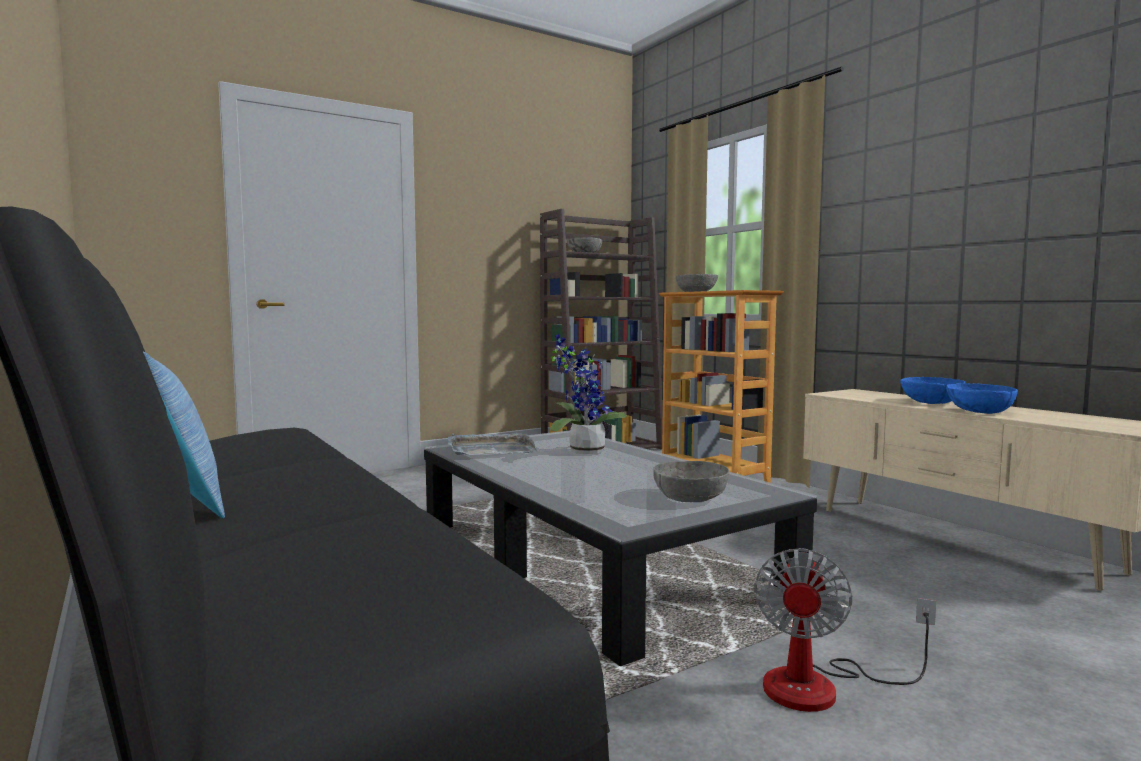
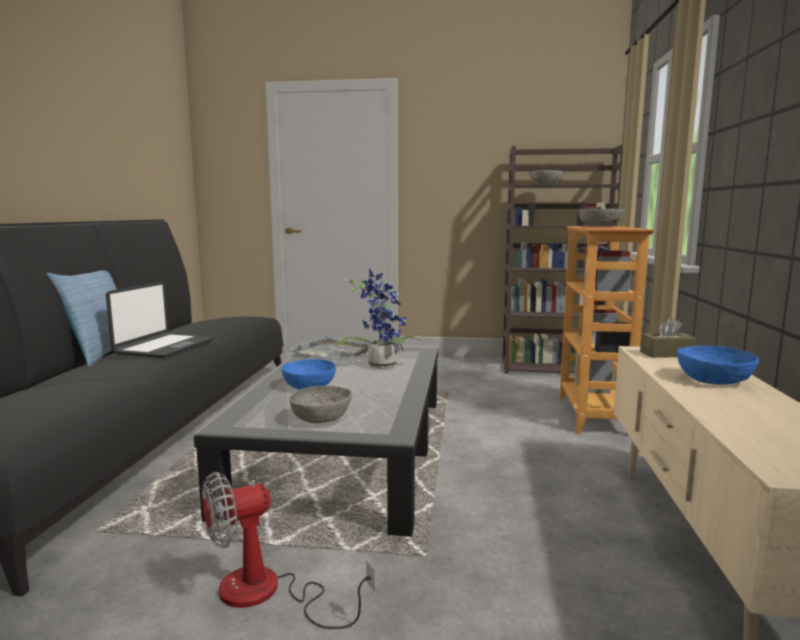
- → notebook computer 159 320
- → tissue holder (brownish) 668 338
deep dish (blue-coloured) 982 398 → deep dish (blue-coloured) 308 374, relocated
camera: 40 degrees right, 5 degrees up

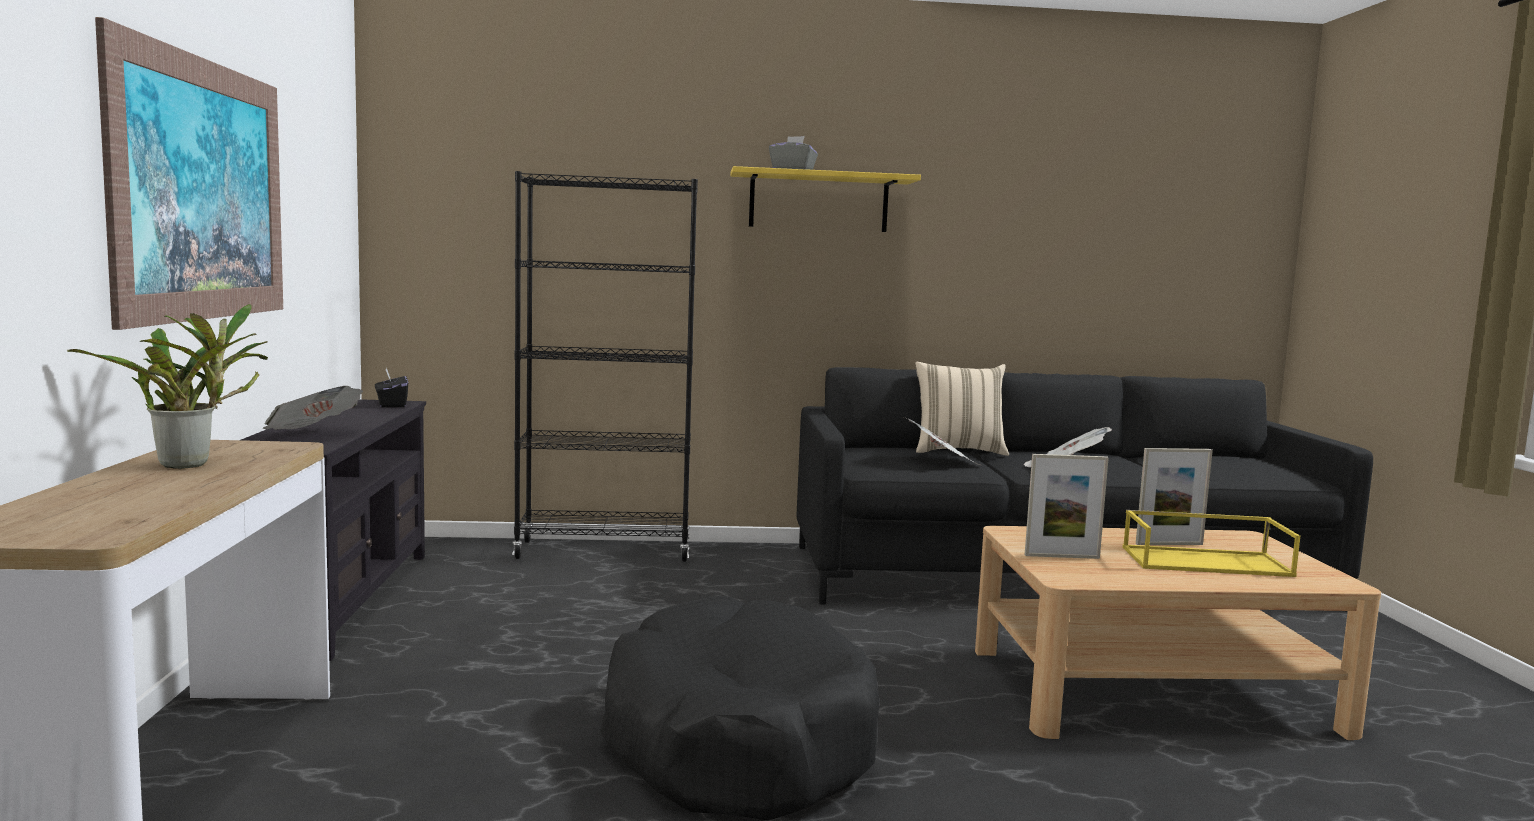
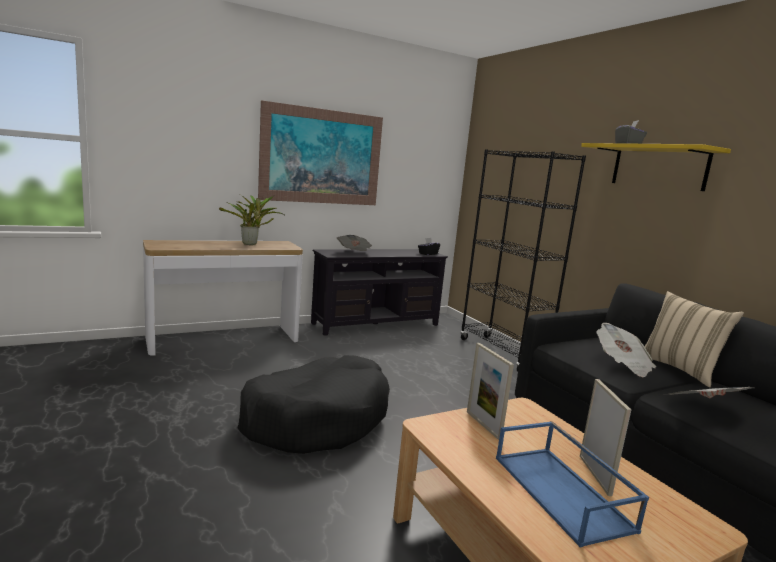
tray (yellow-coloured) 1211 543 → tray (blue-coloured) 572 484
picture frame 1174 496 → picture frame 605 437, 150 degrees counterclockwise
camera: 65 degrees right, 5 degrees up

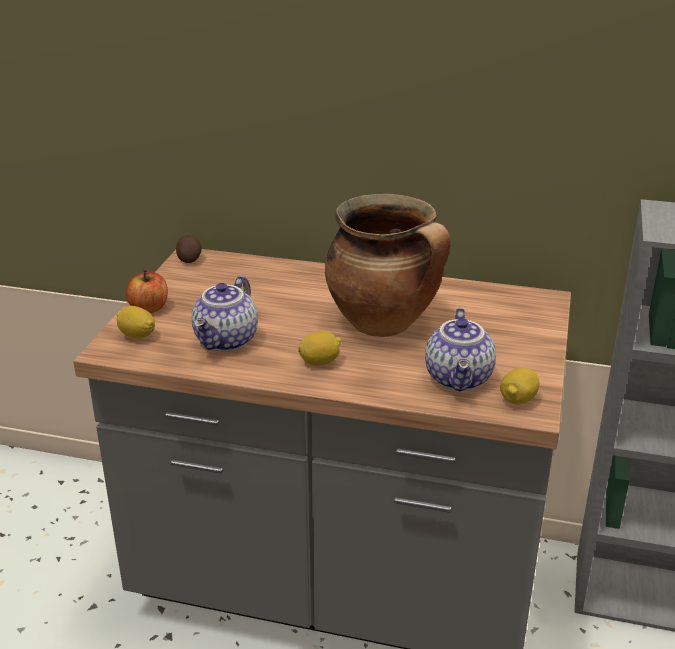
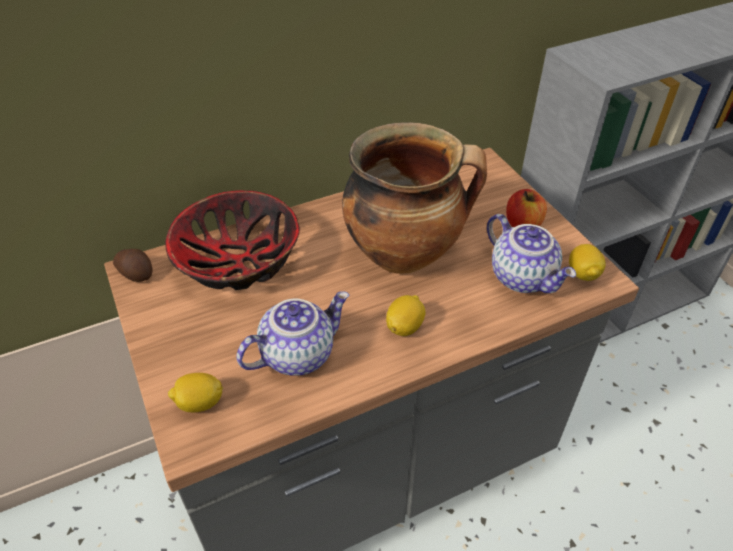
- → deep dish 232 240
apple fruit 147 291 → apple fruit 526 208, relocated
tea pot 225 314 → tea pot 292 333, 105 degrees counterclockwise
camera: 40 degrees left, 15 degrees up

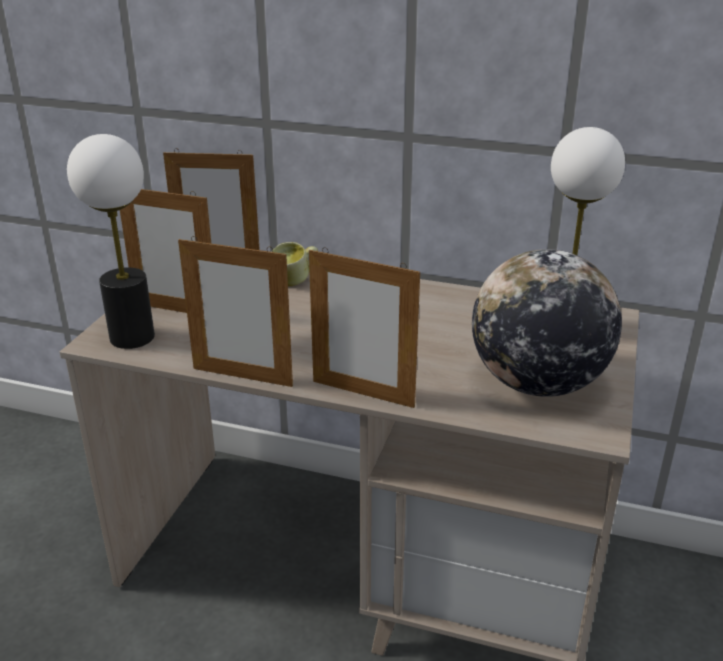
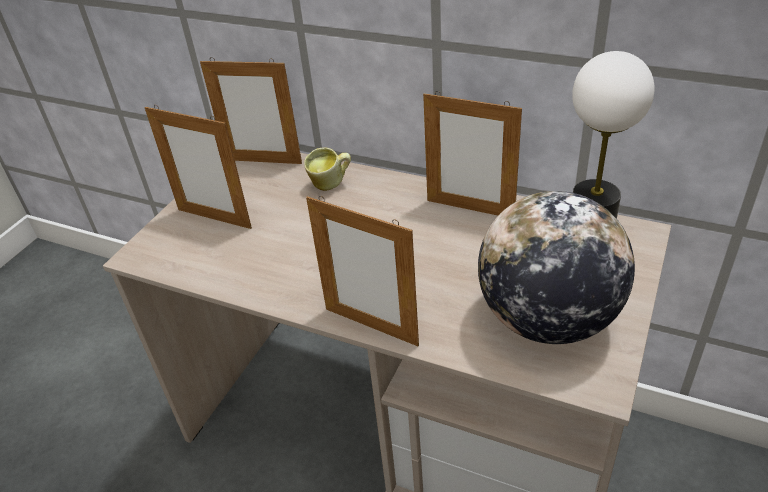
tabletop lamp 111 241 → -
picture frame 235 311 → picture frame 472 153, relocated
camera: 10 degrees right, 10 degrees up

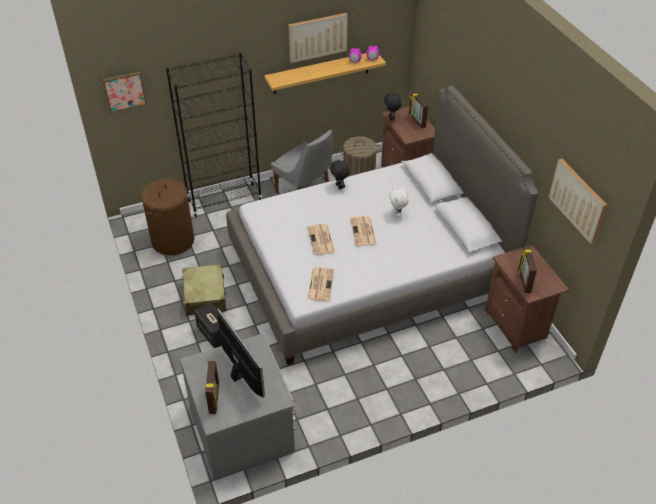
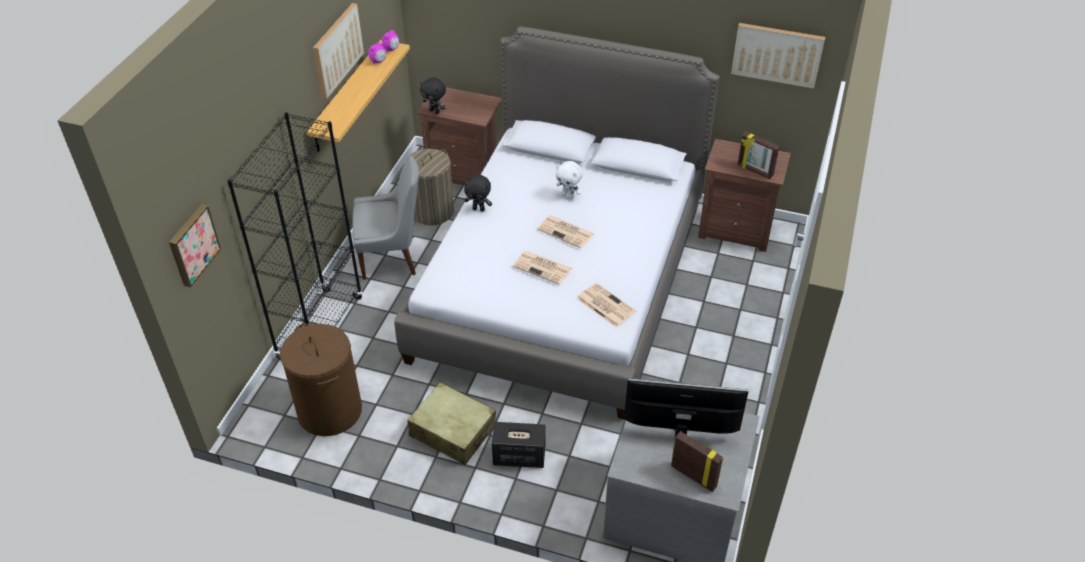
picture frame 418 110 → -
camera: 50 degrees left, 0 degrees up

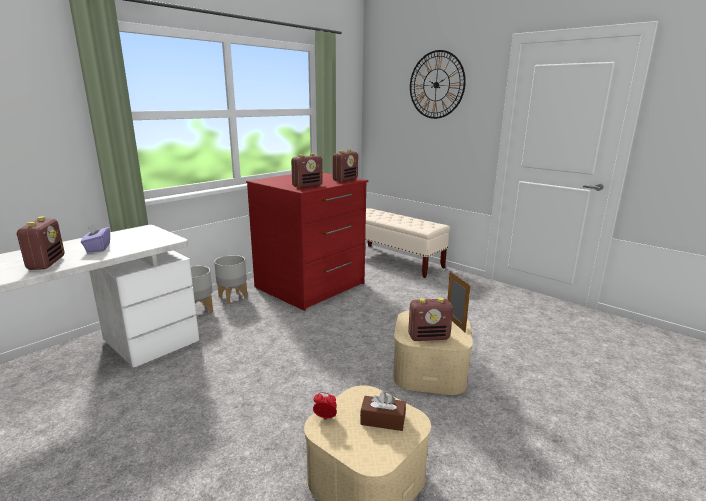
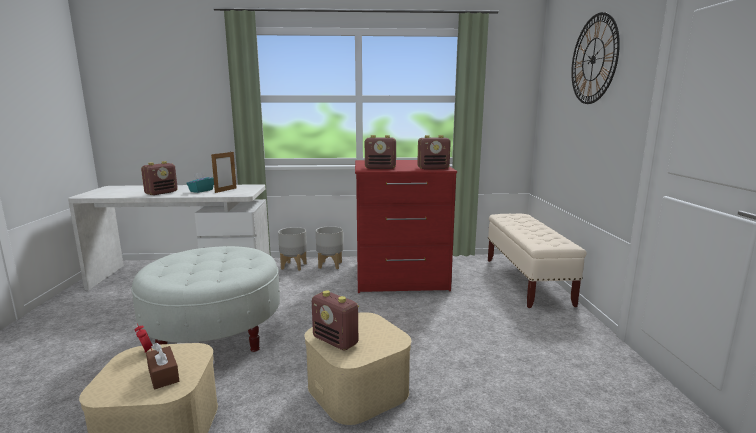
- → footrest (white-coloured) 205 299
picture frame 459 302 → picture frame 224 172, relocated
tissue holder (purple) 95 237 → tissue holder (turquoise-coloured) 200 182
camera: 45 degrees right, 5 degrees down

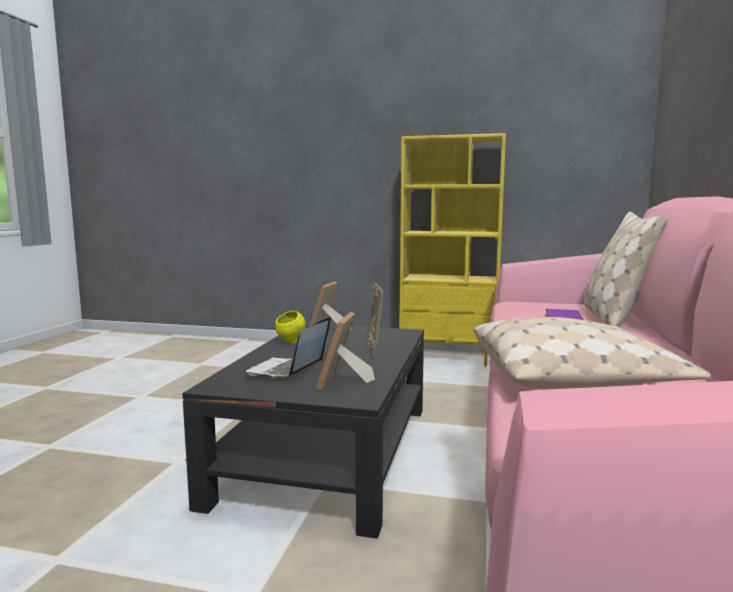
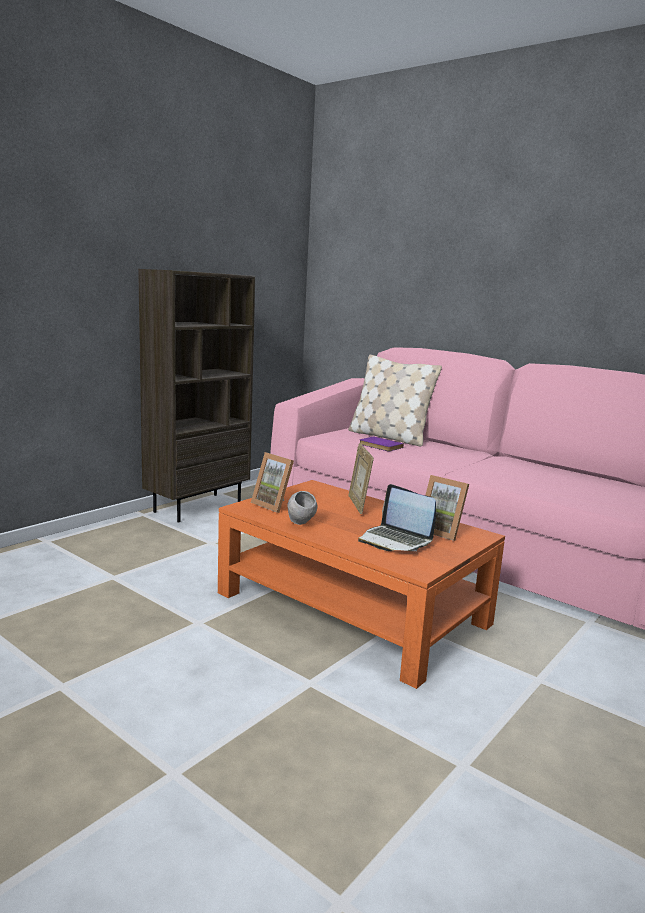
throw pillow (beige) 592 353 → -
low table (black) 303 431 → low table (orange-coloured) 361 584
deep dish (yellow-coloured) 290 327 → deep dish (gray) 302 508
bookshelf (yellow-coloured) 452 250 → bookshelf (brownish) 197 395
picture frame 375 320 → picture frame 361 478, 60 degrees clockwise
camera: 65 degrees left, 5 degrees up

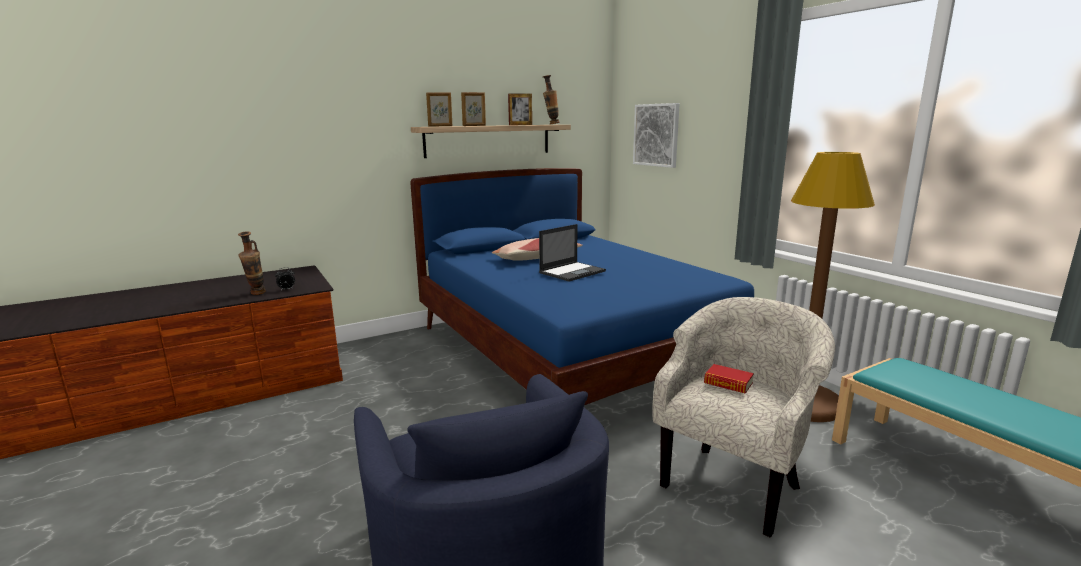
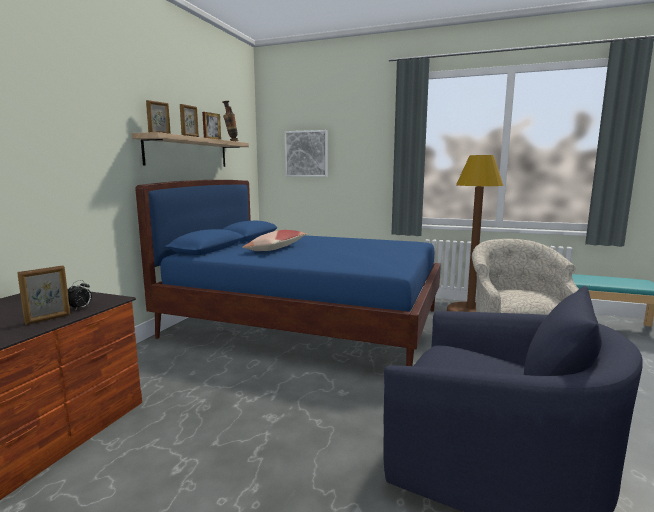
notebook computer 572 253 → -
book 729 379 → -
flower vase 252 263 → picture frame 43 295
camera: 40 degrees left, 5 degrees down

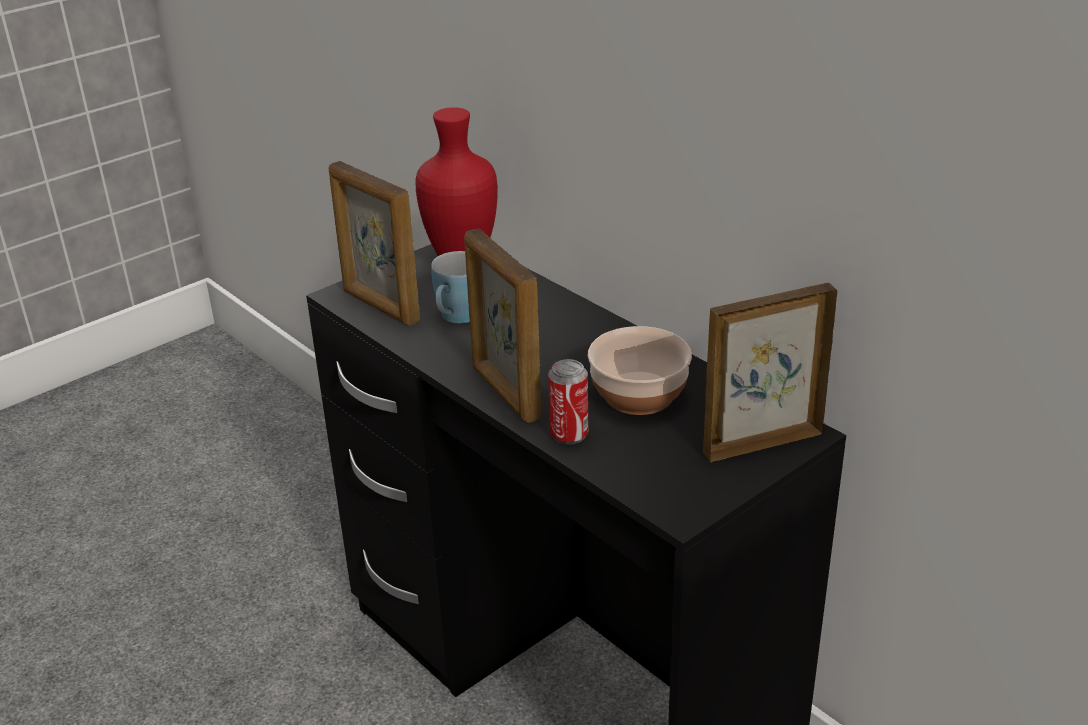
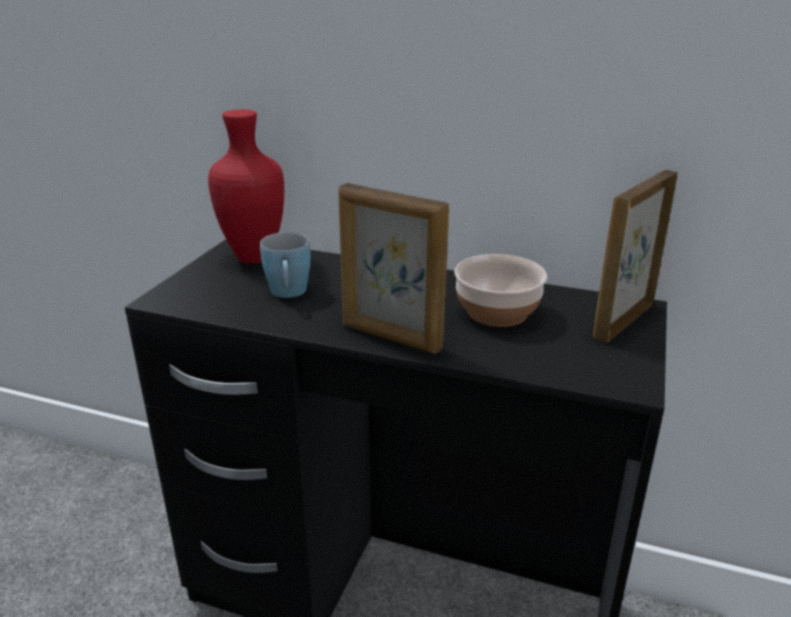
picture frame 374 243 → -
metal can 568 402 → -
camera: 30 degrees left, 5 degrees down

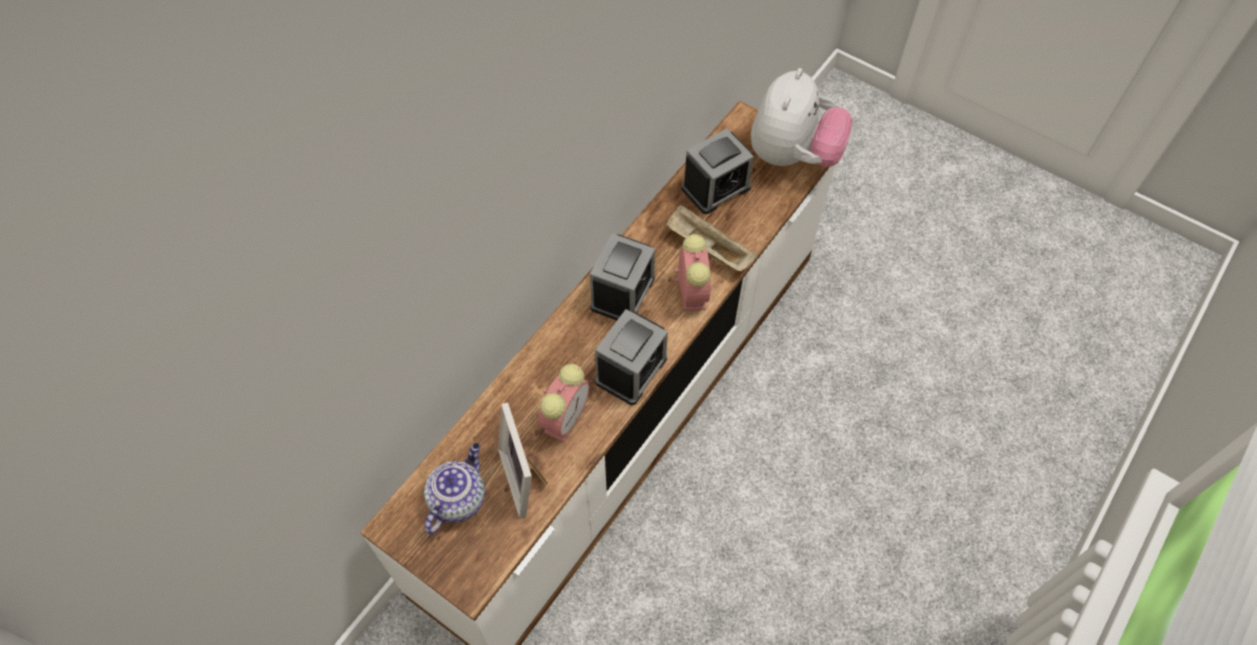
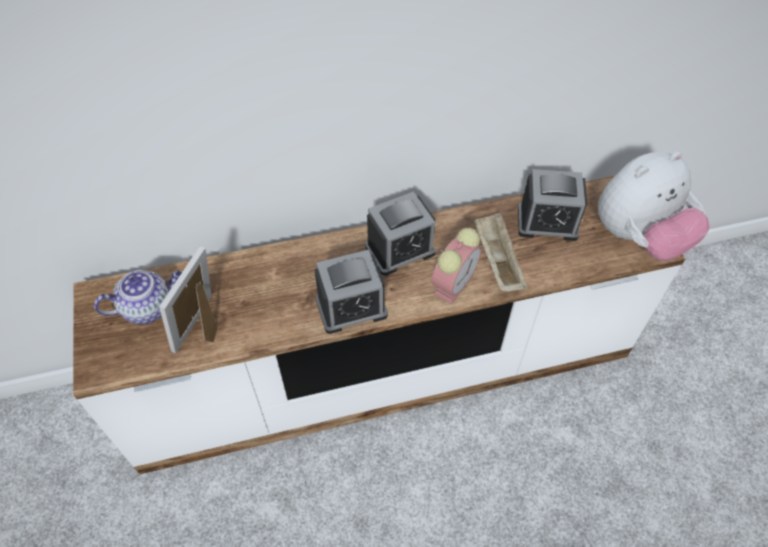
alarm clock 563 403 → -
camera: 40 degrees right, 5 degrees down

